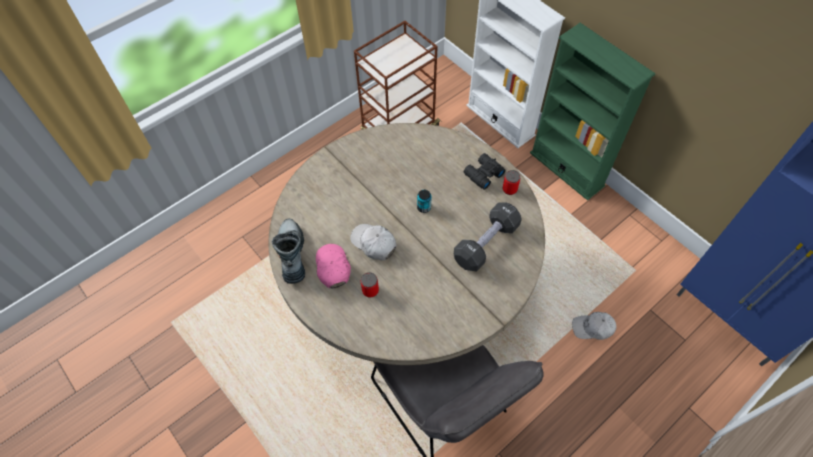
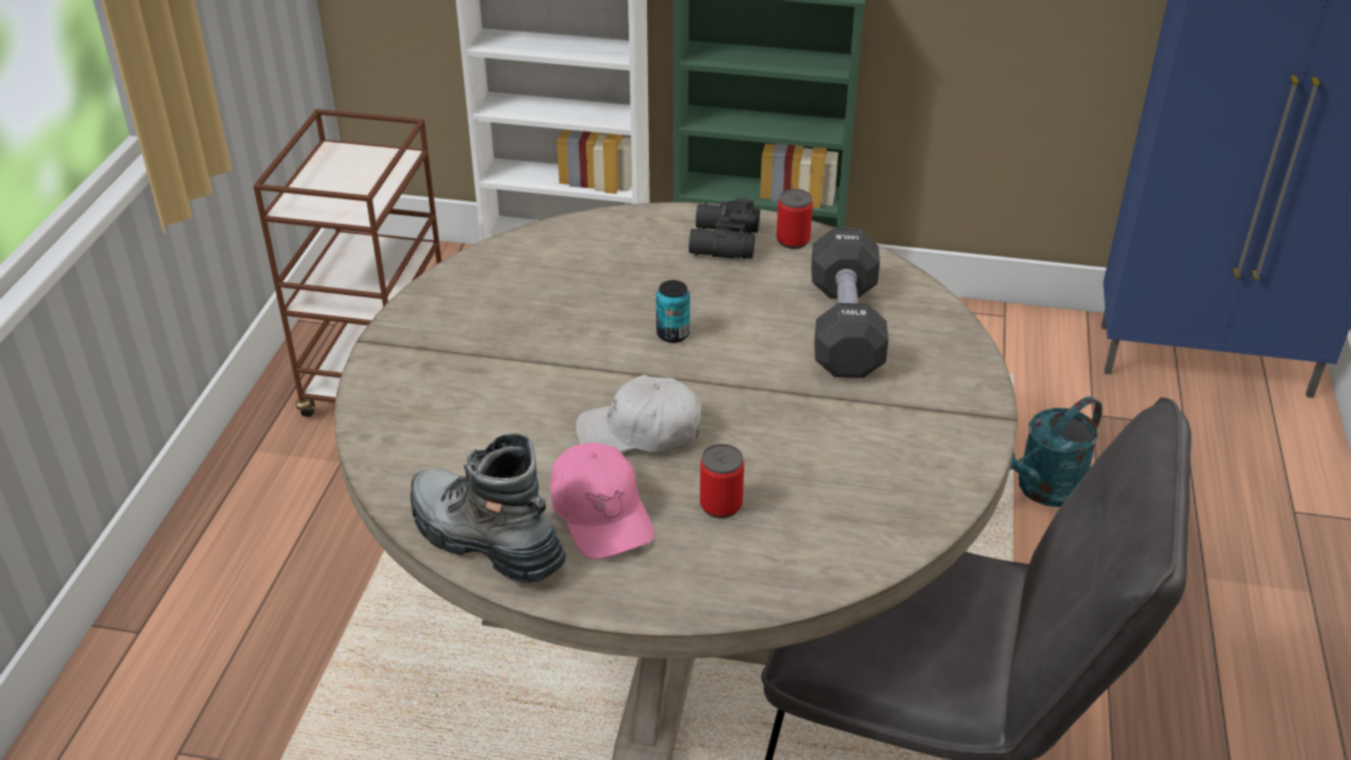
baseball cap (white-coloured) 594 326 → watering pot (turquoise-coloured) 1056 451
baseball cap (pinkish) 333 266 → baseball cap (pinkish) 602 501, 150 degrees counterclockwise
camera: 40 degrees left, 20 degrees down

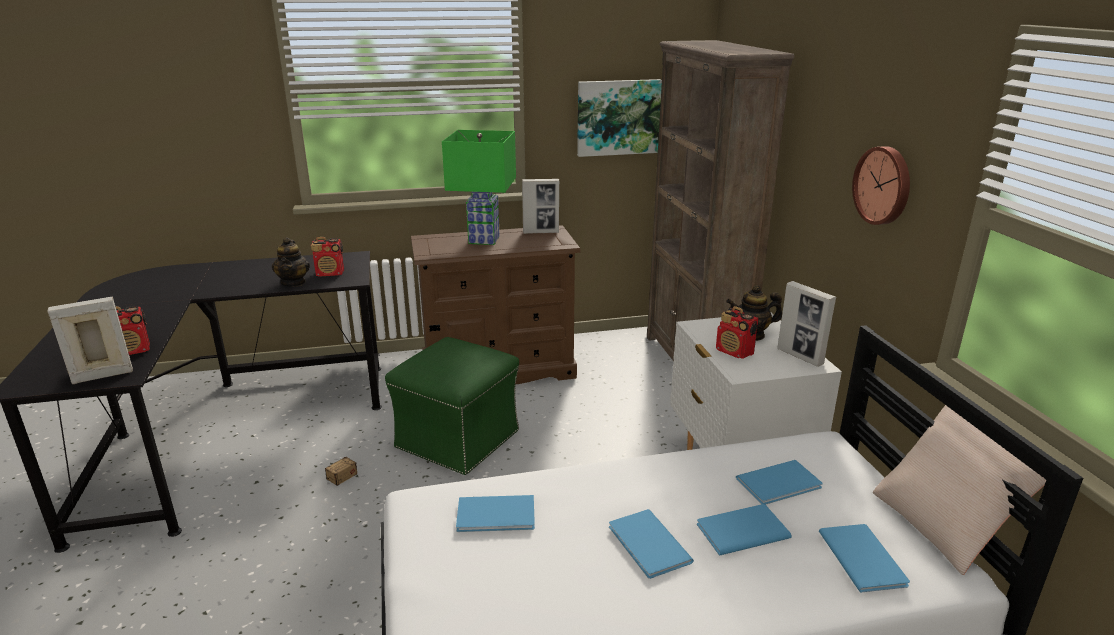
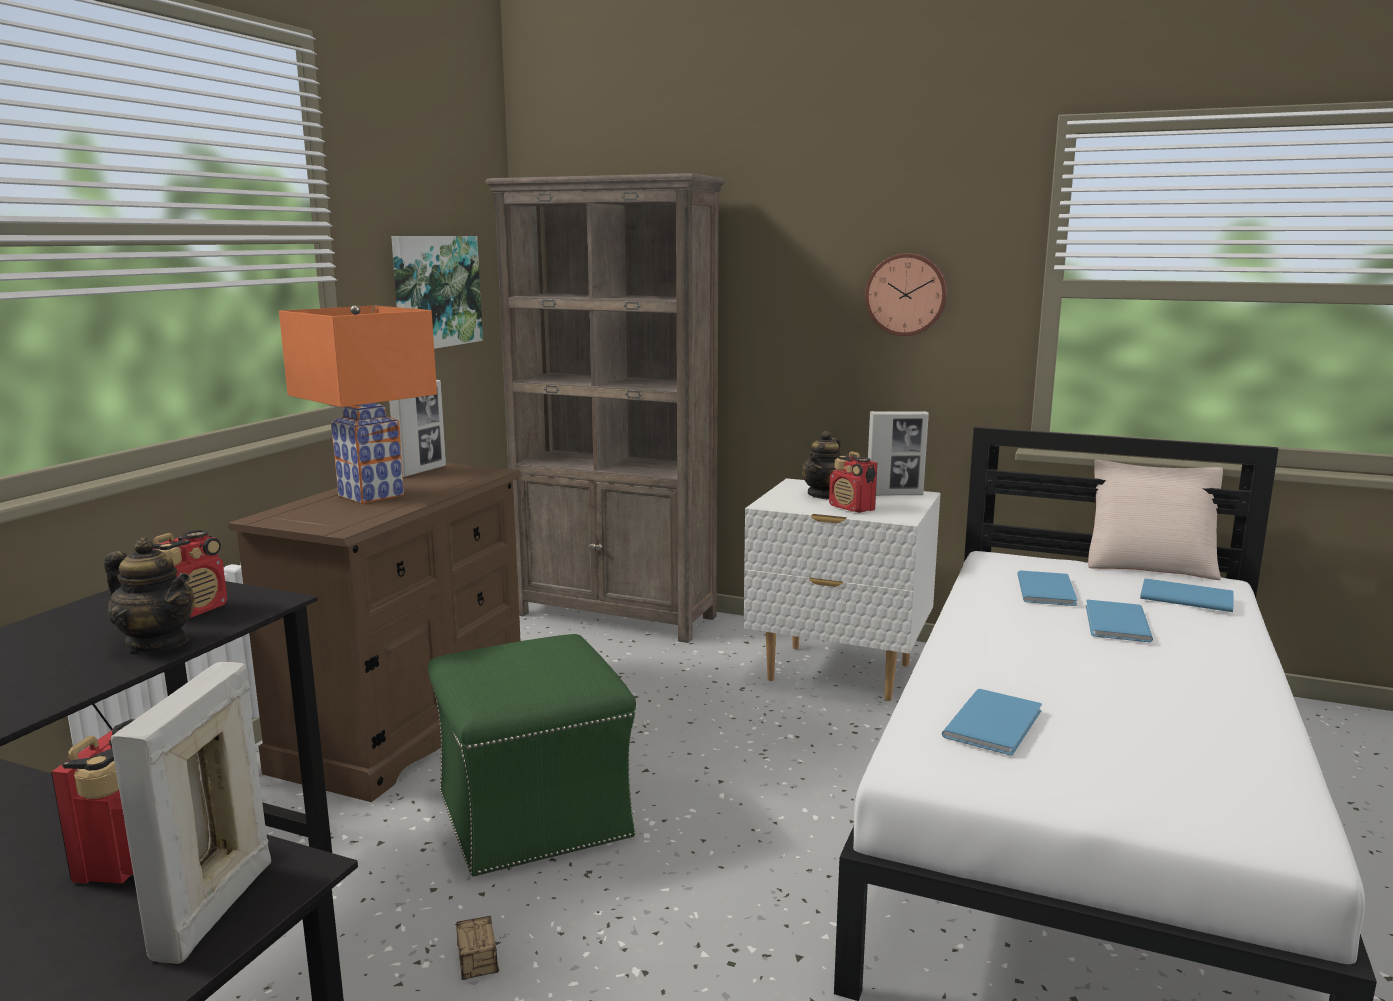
book (blue-coloured) 651 544 → -
tabletop lamp (green-coloured) 479 187 → tabletop lamp (orange-coloured) 358 404
radio 737 332 → radio 853 482, 60 degrees clockwise
camera: 55 degrees left, 10 degrees down

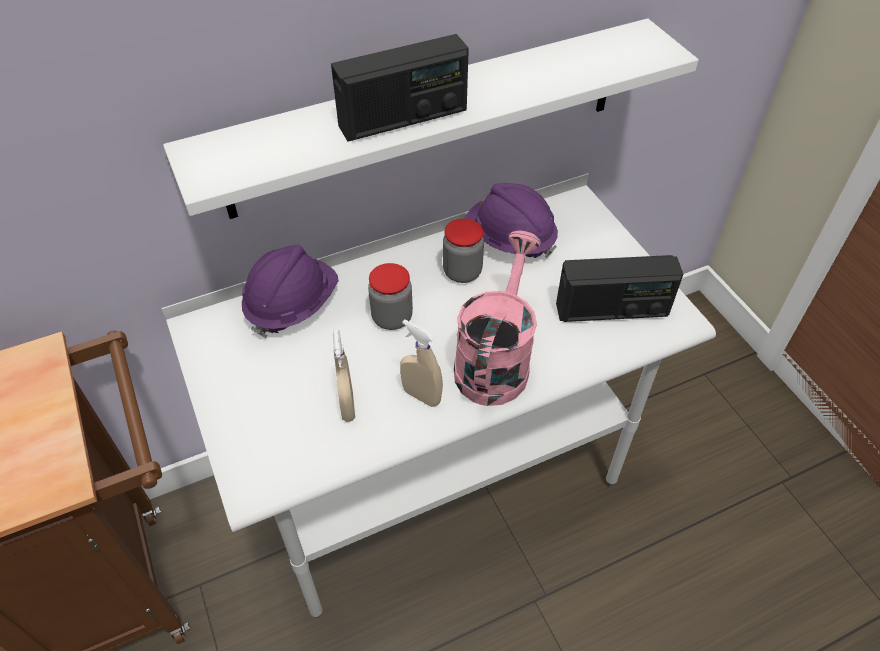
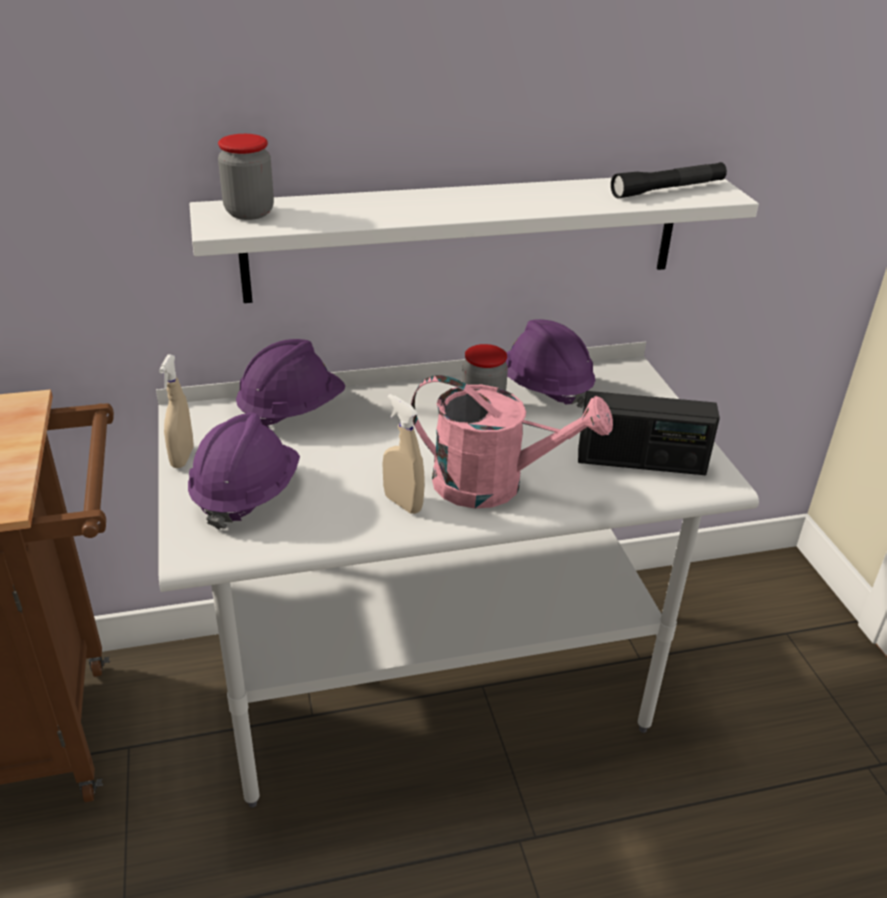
radio 400 88 → -
- → hard hat (purple) 244 471
- → flashlight (black) 669 180
spray bottle (beige) 344 376 → spray bottle (beige) 176 411, relocated
storage jar 390 296 → storage jar 246 177, relocated
watering pot (pinkish) 497 318 → watering pot (pinkish) 512 441, 75 degrees clockwise
camera: 10 degrees right, 15 degrees down

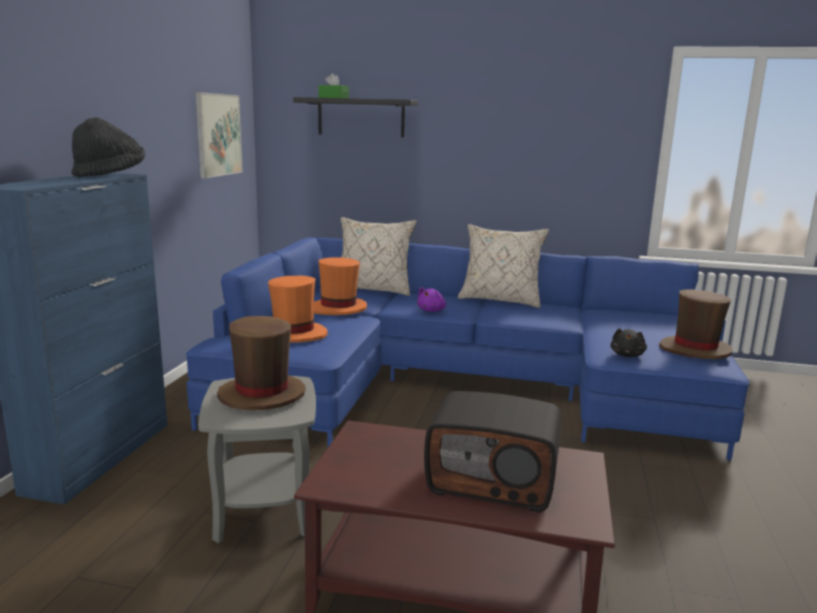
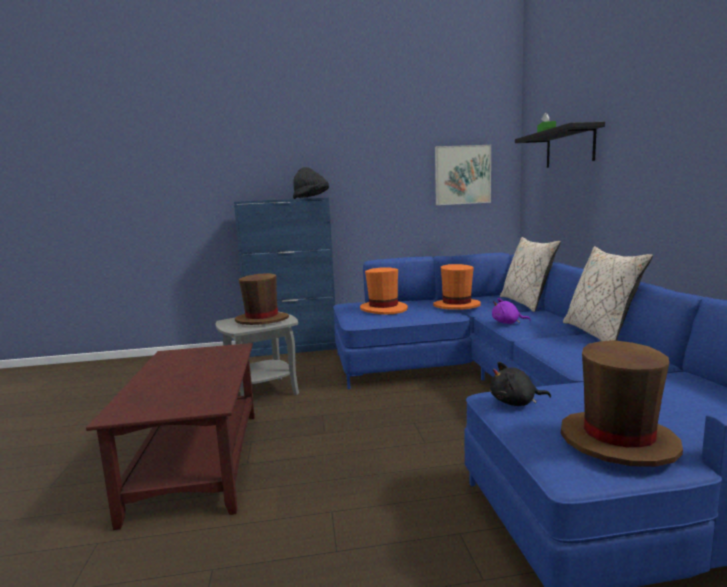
radio 492 451 → -
camera: 70 degrees right, 5 degrees down

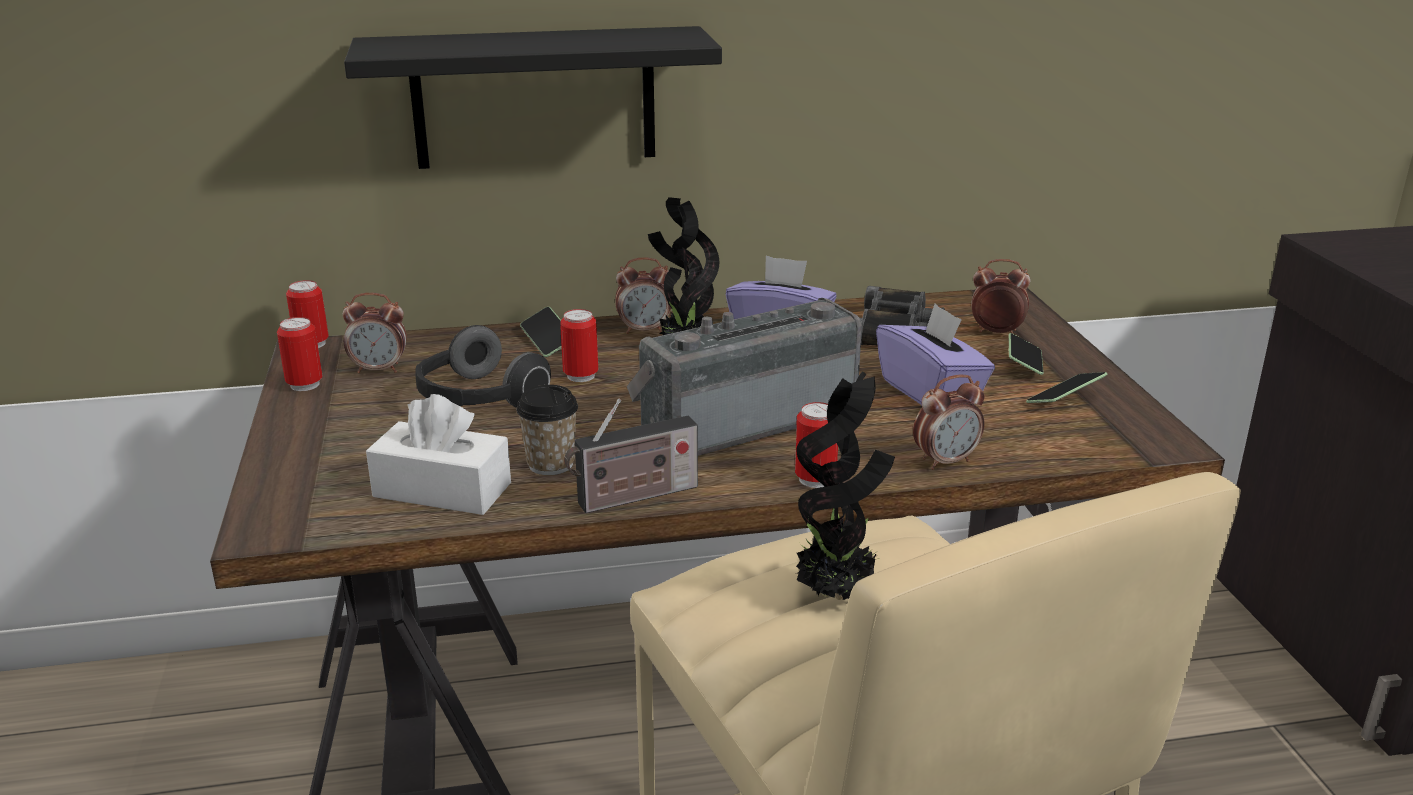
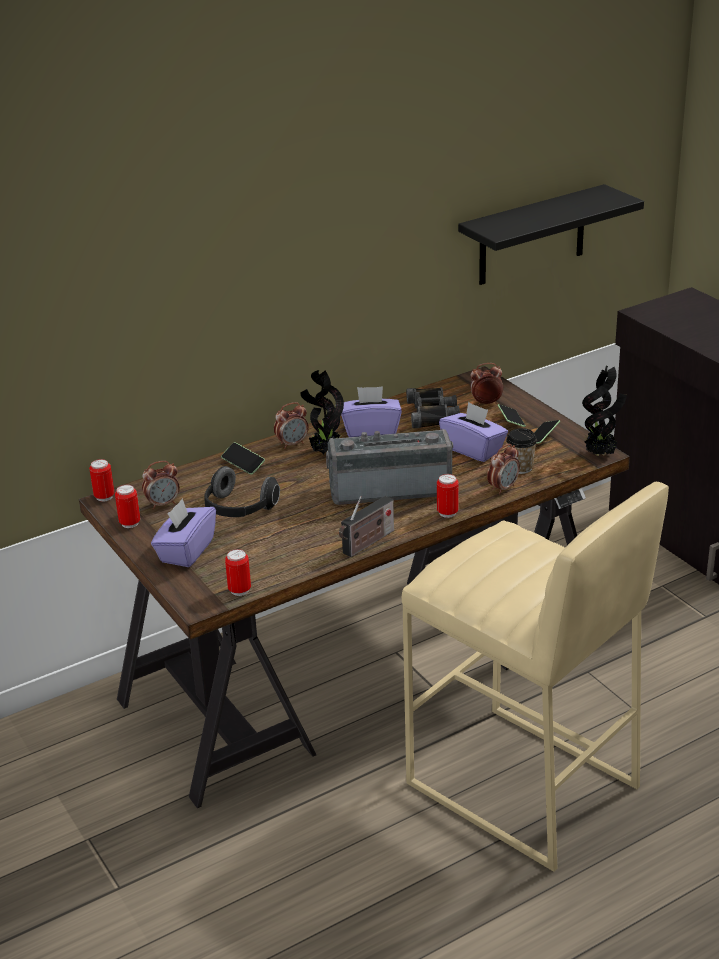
tissue holder (white-coloured) 438 454 → -
- → tissue holder (purple) 183 532
bracket shelf (black) 533 97 → bracket shelf (black) 551 234, relocated
drinking cup 547 430 → drinking cup 521 451, relocated
metal can 579 345 → metal can 238 572, relocated
houseplant 845 485 → houseplant 604 411, relocated
radio 744 377 → radio 389 467, 45 degrees clockwise
camera: 20 degrees left, 5 degrees up

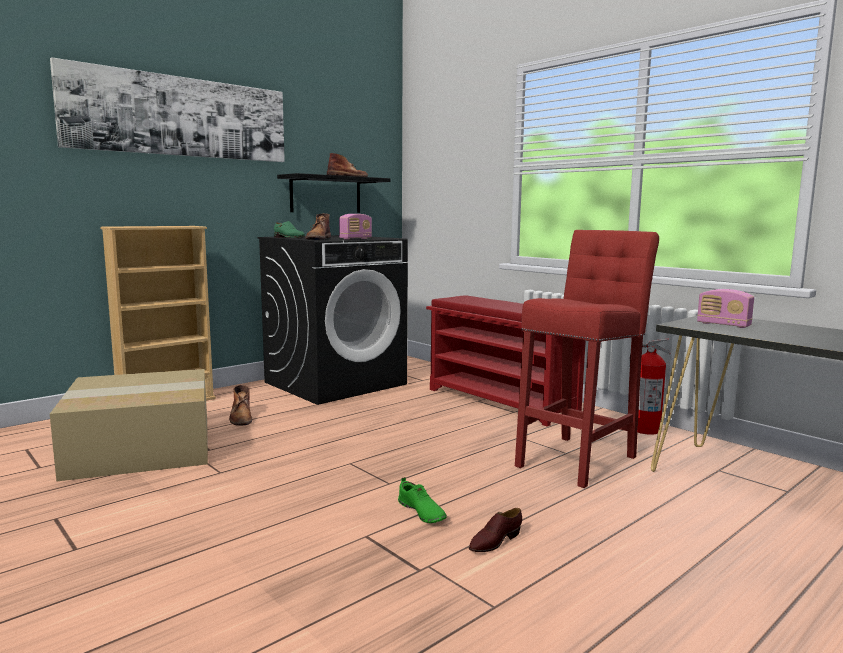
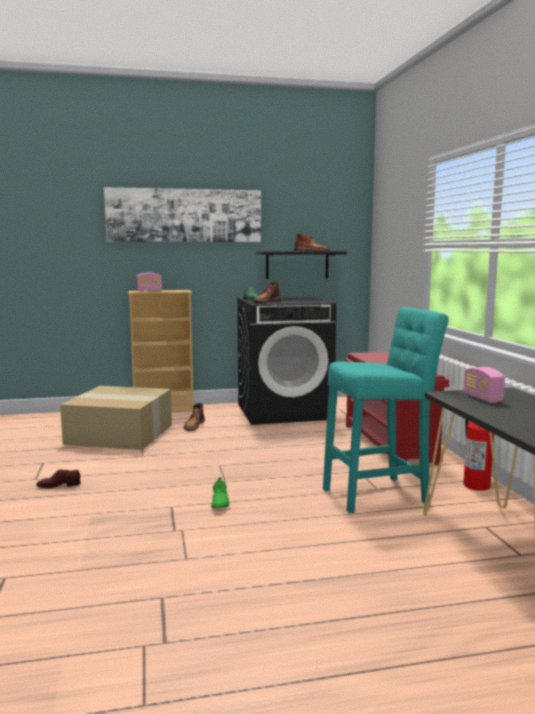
radio 355 226 → radio 149 281, relocated
item of footwear (brownish) 495 530 → item of footwear (brownish) 58 478, relocated
sitting stool (reddish) 587 359 → sitting stool (turquoise-coloured) 386 410
camera: 30 degrees right, 0 degrees up

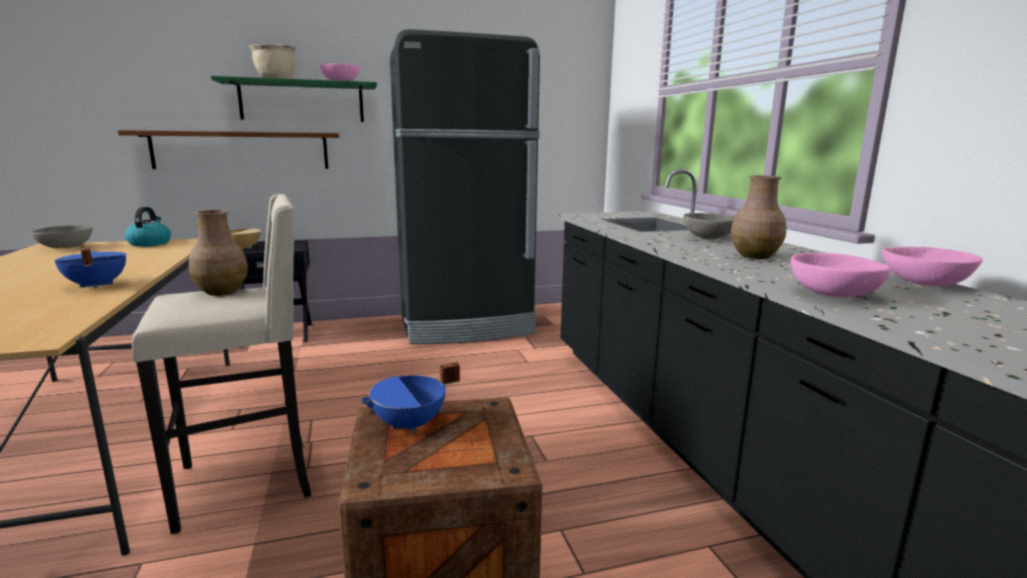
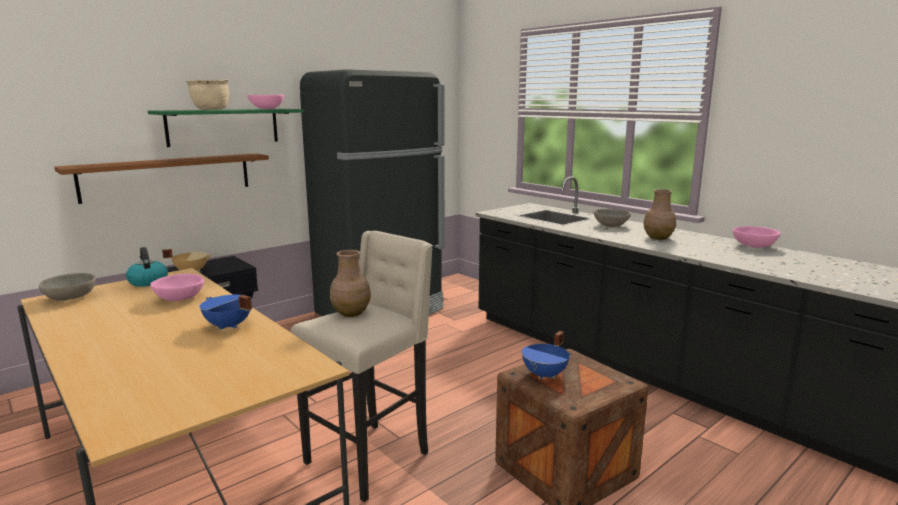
deep dish (pinkish) 840 275 → deep dish (pinkish) 177 287, relocated
camera: 25 degrees left, 0 degrees up

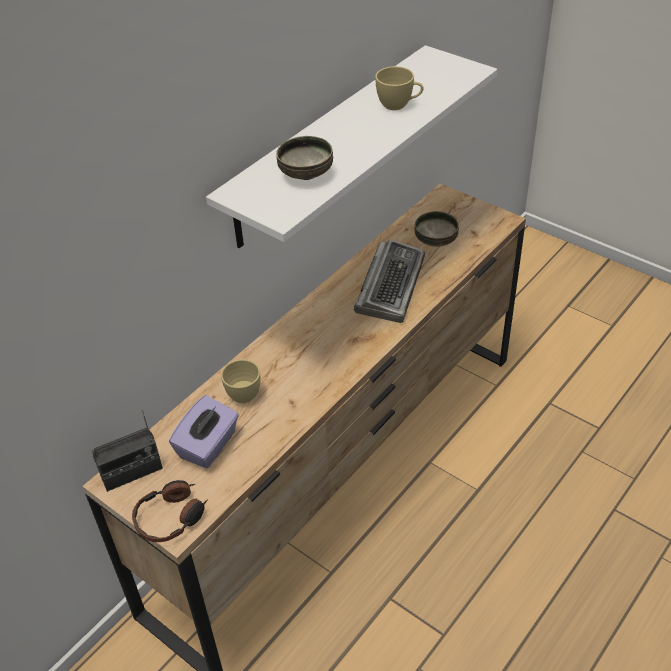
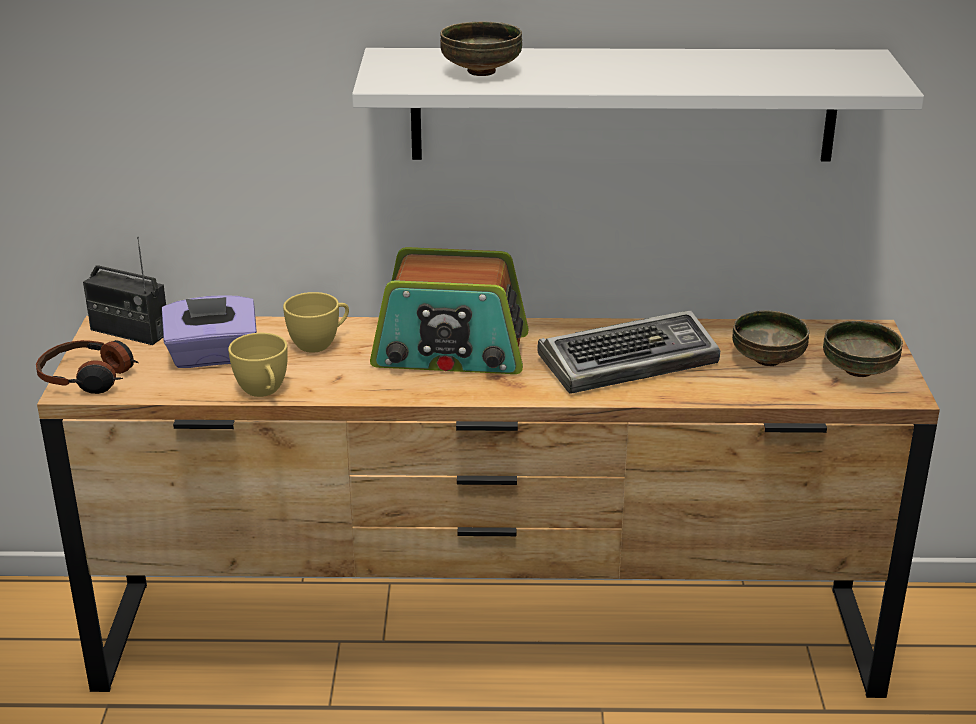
- → radio 449 310
- → deep dish 863 349
drinking cup (yellow-coloured) 399 88 → drinking cup (yellow-coloured) 258 365, relocated
camera: 50 degrees right, 15 degrees down

